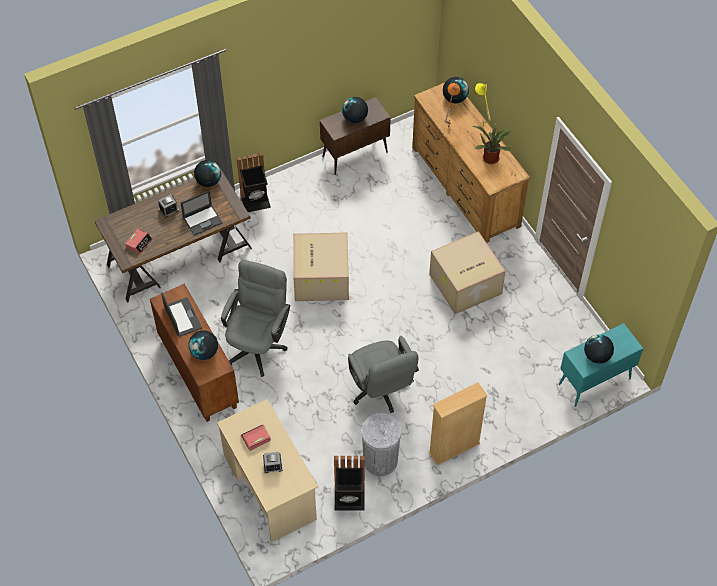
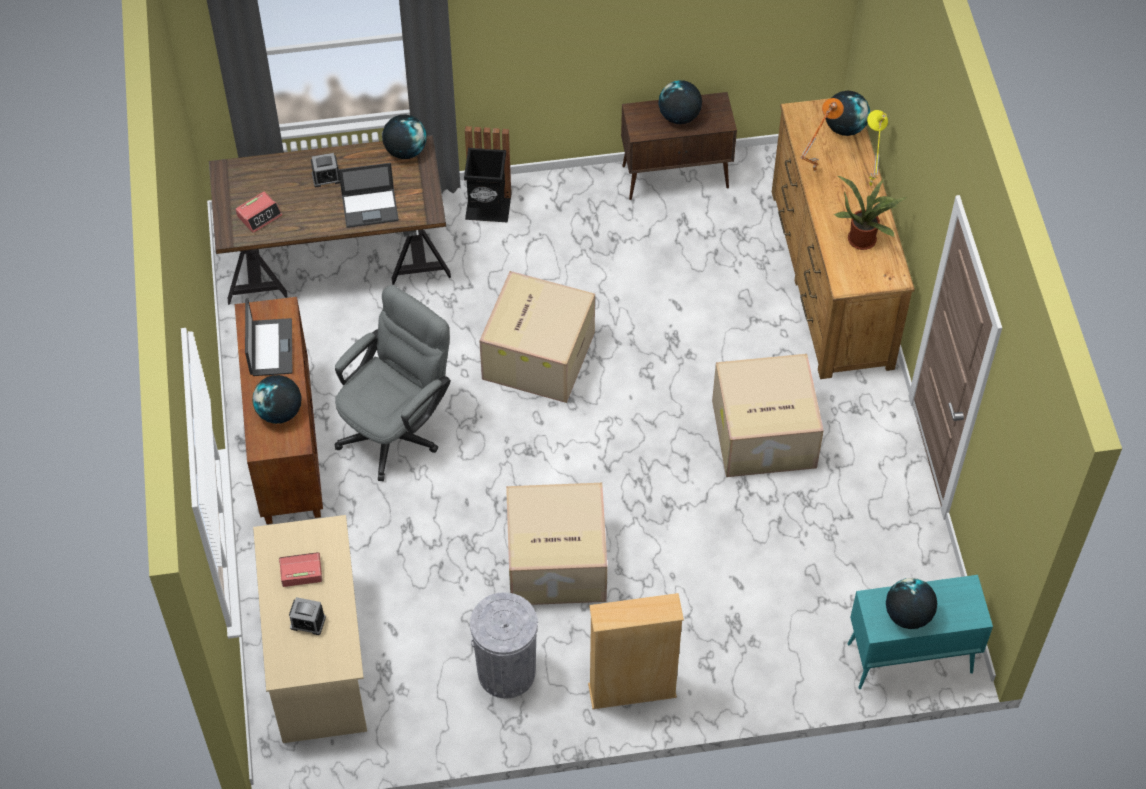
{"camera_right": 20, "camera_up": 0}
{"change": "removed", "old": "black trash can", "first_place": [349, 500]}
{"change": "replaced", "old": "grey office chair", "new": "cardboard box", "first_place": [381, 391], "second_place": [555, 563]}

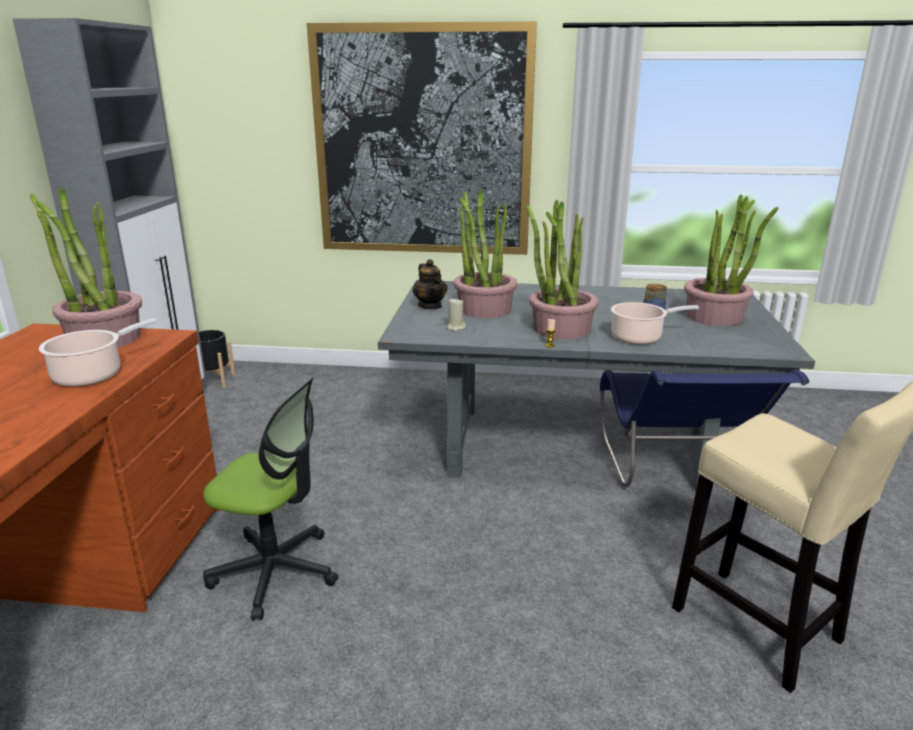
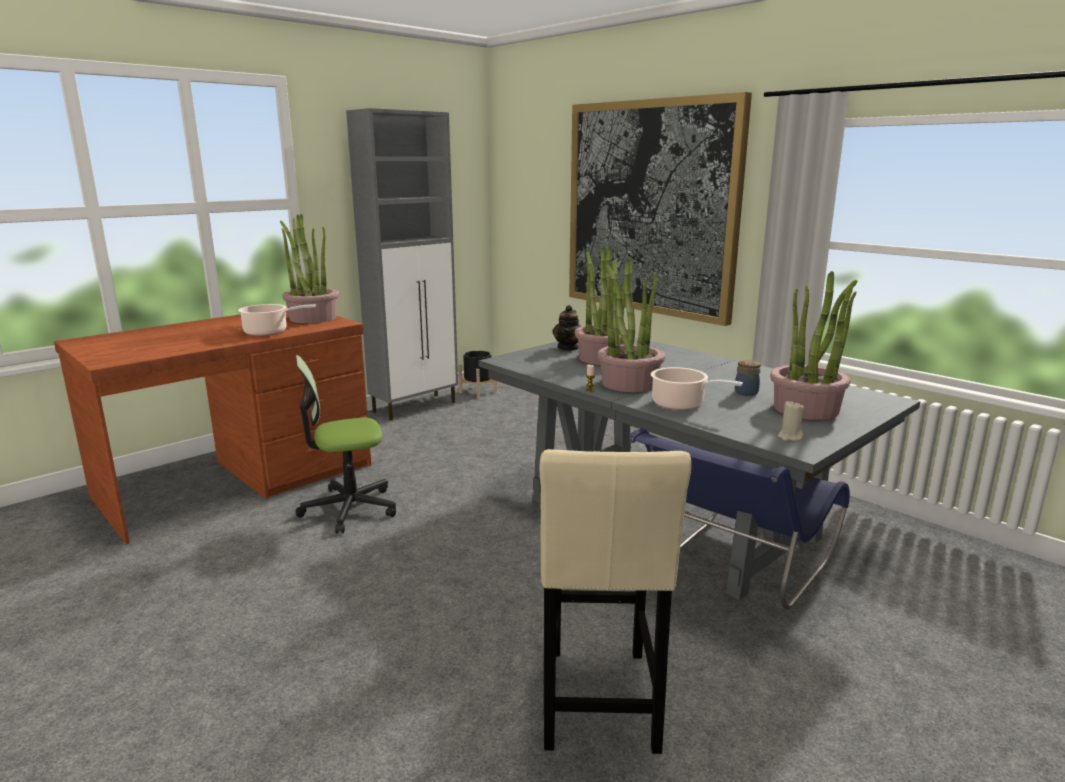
{"camera_right": 40, "camera_up": -5}
{"change": "moved", "old": "beige candle", "first_place": [456, 327], "second_place": [790, 437]}
{"change": "turned", "old": "office chair", "first_place": [275, 571], "second_place": [349, 508], "degrees": 105}

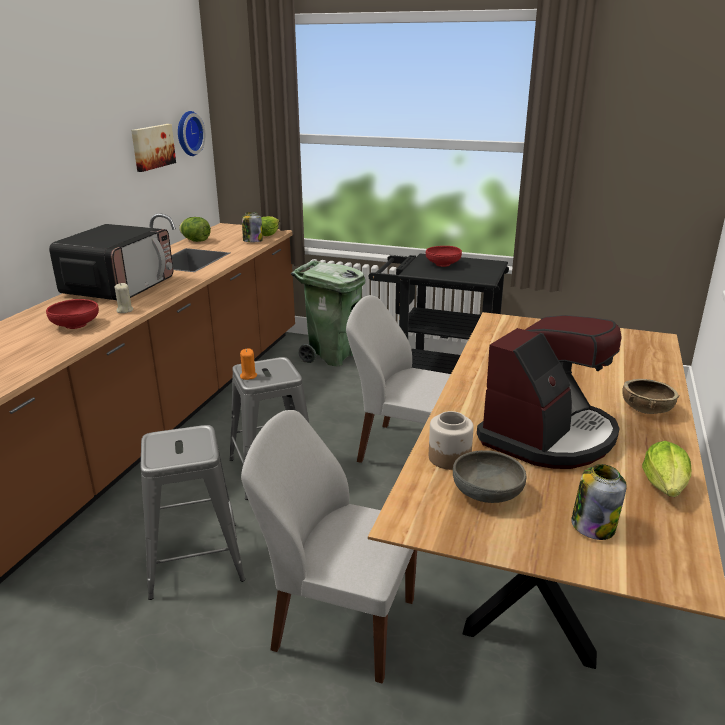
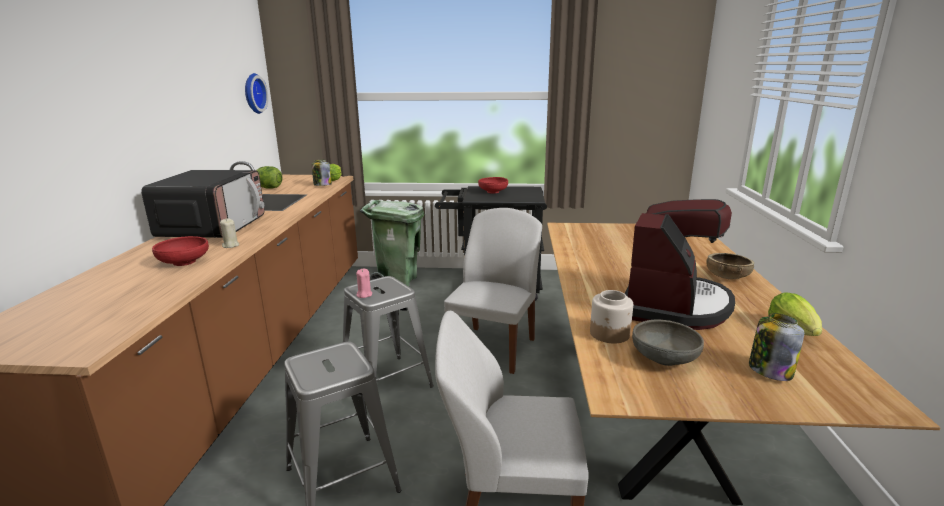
{"camera_right": -15, "camera_up": -5}
{"change": "removed", "old": "picture", "first_place": [152, 147]}
{"change": "recoloured", "old": "orange candle", "new": "pink candle", "first_place": [248, 376], "second_place": [364, 295]}
{"change": "turned", "old": "white chair", "first_place": [404, 450], "second_place": [494, 348], "degrees": 105}

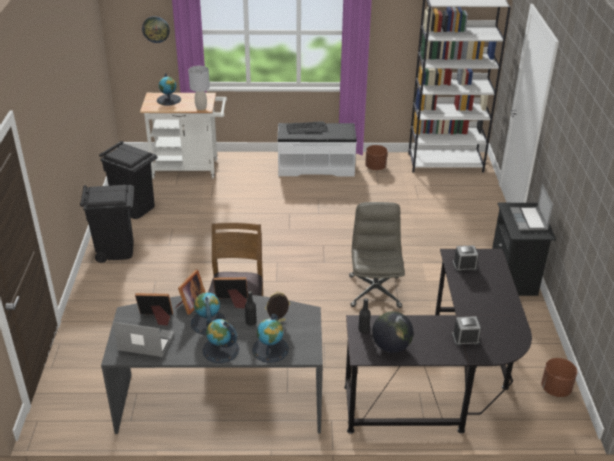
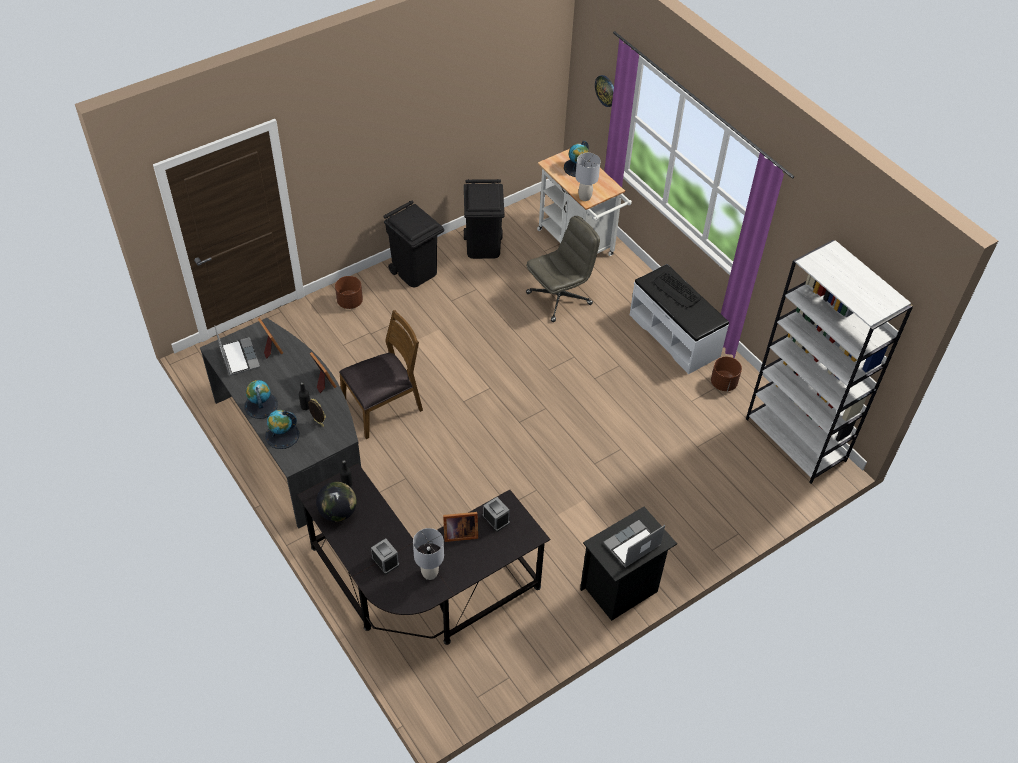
{"camera_right": 55, "camera_up": 15}
{"change": "removed", "old": "globe", "first_place": [208, 322]}
{"change": "added", "new": "grey table lamp", "second_place": [429, 574]}
{"change": "moved", "old": "picture frame", "first_place": [190, 304], "second_place": [459, 533]}
{"change": "moved", "old": "grey office chair", "first_place": [374, 291], "second_place": [559, 298]}
{"change": "moved", "old": "brown planter", "first_place": [555, 389], "second_place": [349, 302]}

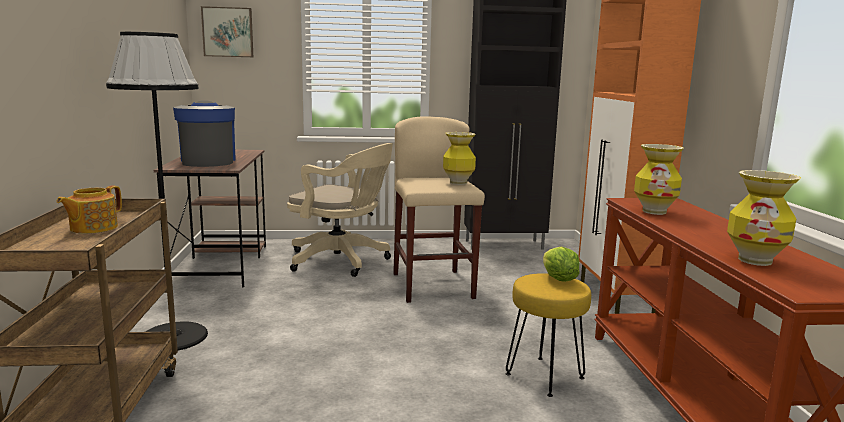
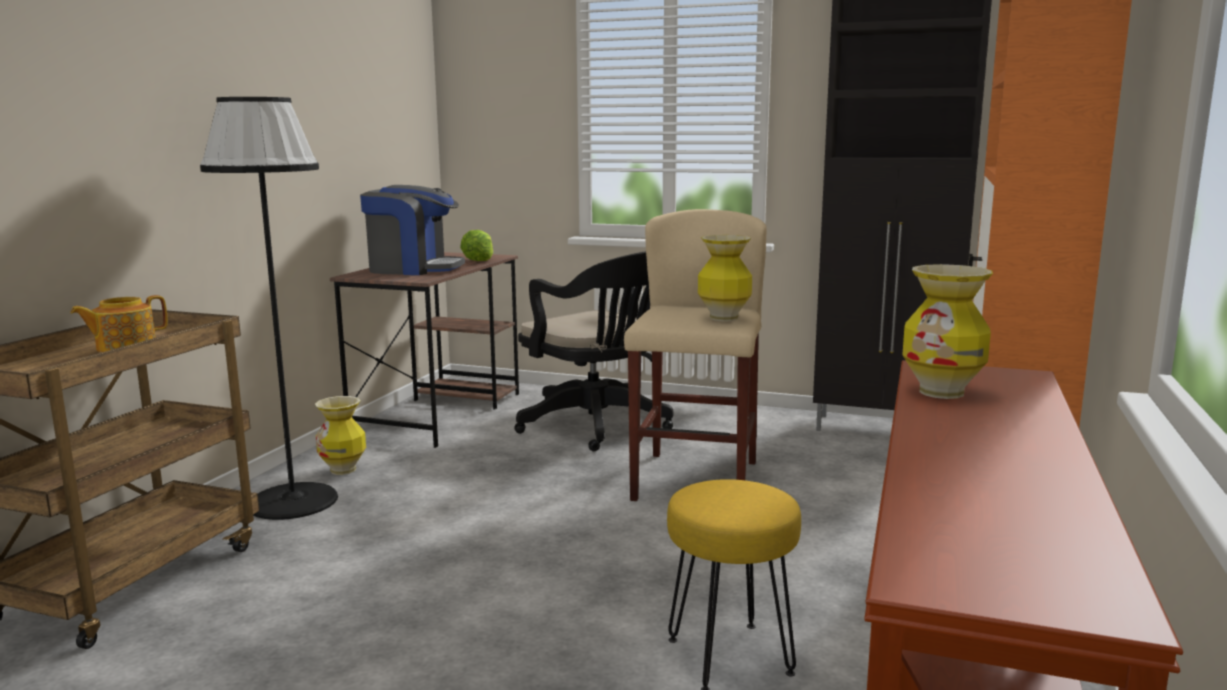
{"camera_right": 25, "camera_up": 0}
{"change": "removed", "old": "picture", "first_place": [228, 32]}
{"change": "moved", "old": "lettuce", "first_place": [558, 279], "second_place": [478, 261]}
{"change": "moved", "old": "vase", "first_place": [755, 260], "second_place": [343, 470]}
{"change": "recoloured", "old": "beige office chair", "new": "black office chair", "first_place": [342, 261], "second_place": [599, 426]}
{"change": "turned", "old": "coffee machine", "first_place": [208, 161], "second_place": [413, 269], "degrees": 90}

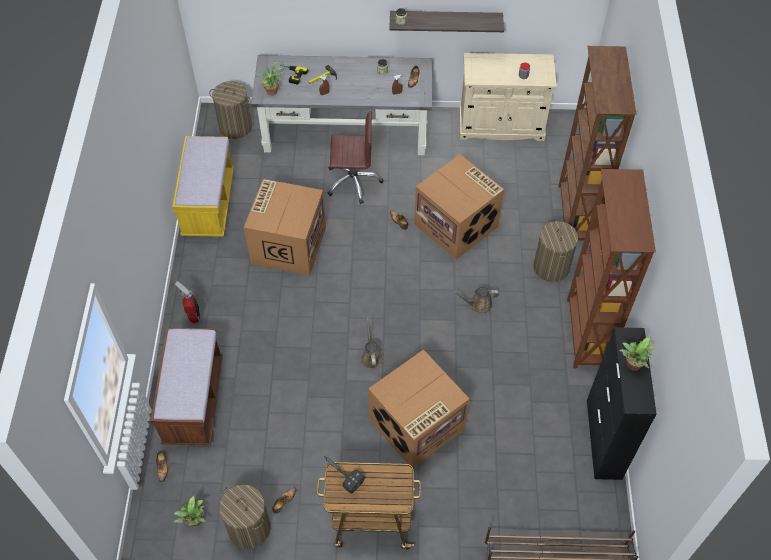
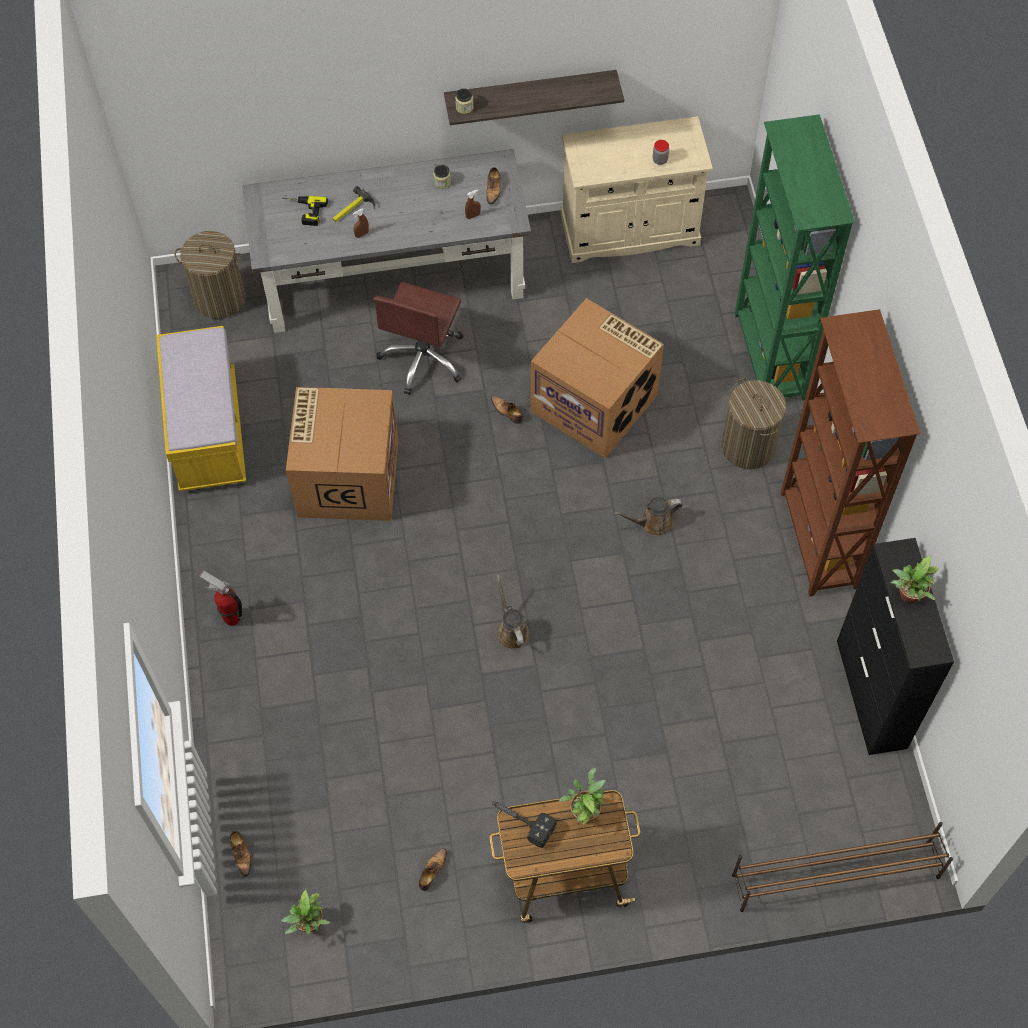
{"camera_right": -10, "camera_up": 5}
{"change": "removed", "old": "brown bench", "first_place": [193, 401]}
{"change": "removed", "old": "laundry basket", "first_place": [249, 528]}
{"change": "removed", "old": "cardboard box", "first_place": [416, 425]}
{"change": "moved", "old": "potted plant", "first_place": [272, 90], "second_place": [584, 810]}
{"change": "recoloured", "old": "brown bookcase", "new": "green bookcase", "first_place": [575, 215], "second_place": [768, 357]}
{"change": "turned", "old": "brown office chair", "first_place": [353, 181], "second_place": [423, 358], "degrees": 120}

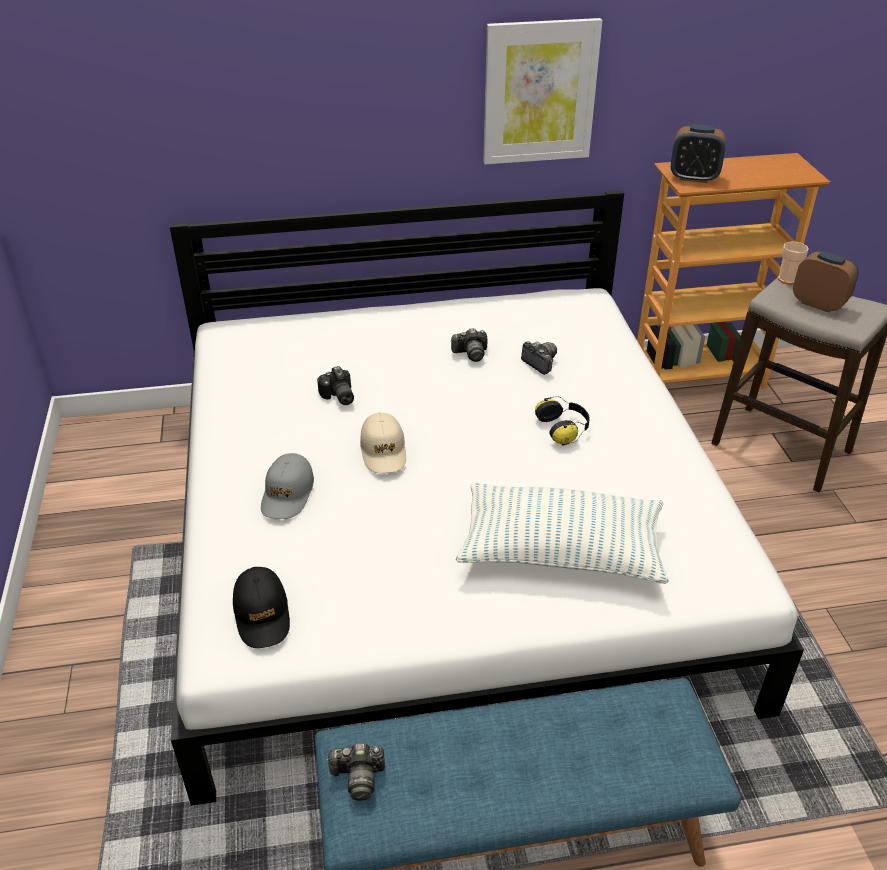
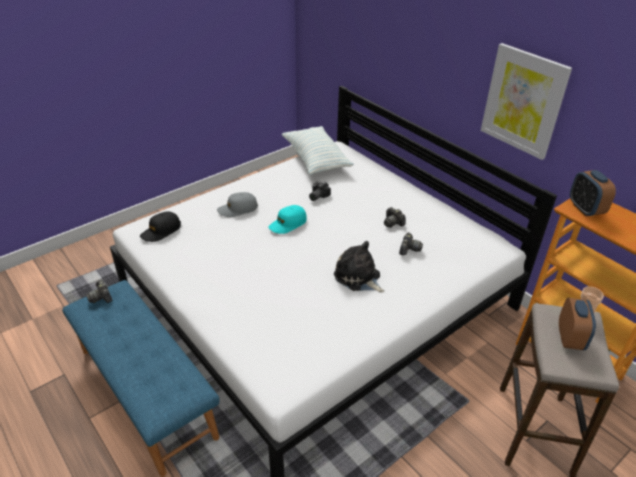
{"camera_right": 60, "camera_up": 0}
{"change": "moved", "old": "pillow", "first_place": [561, 551], "second_place": [316, 159]}
{"change": "replaced", "old": "headphones", "new": "plush toy", "first_place": [564, 429], "second_place": [358, 277]}
{"change": "recoloured", "old": "beige cap", "new": "turquoise cap", "first_place": [383, 451], "second_place": [288, 224]}

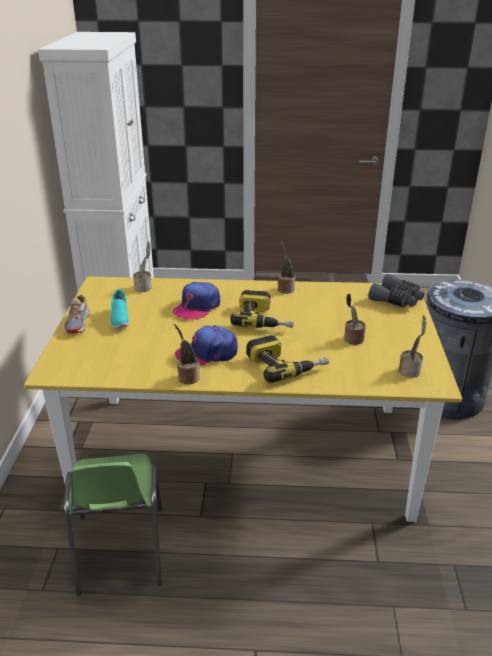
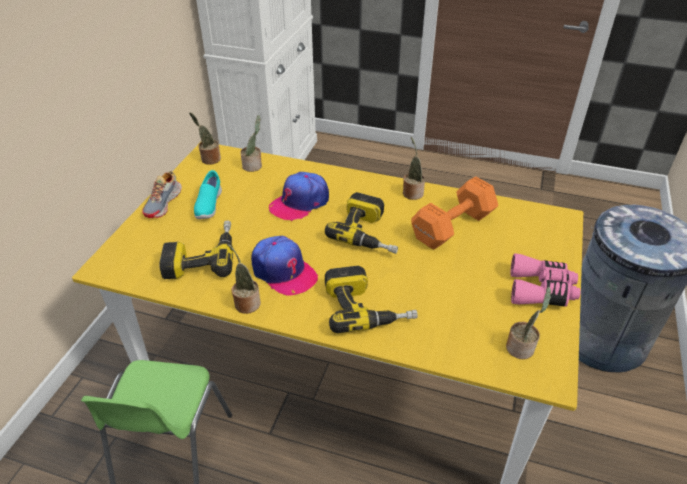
{"camera_right": 15, "camera_up": 10}
{"change": "removed", "old": "grey binoculars", "first_place": [397, 300]}
{"change": "added", "new": "power drill", "second_place": [201, 257]}
{"change": "added", "new": "orange dumbbell", "second_place": [451, 227]}
{"change": "added", "new": "pink binoculars", "second_place": [541, 290]}
{"change": "moved", "old": "potted plant", "first_place": [352, 339], "second_place": [209, 159]}
{"change": "turned", "old": "cap", "first_place": [207, 353], "second_place": [283, 271], "degrees": -135}

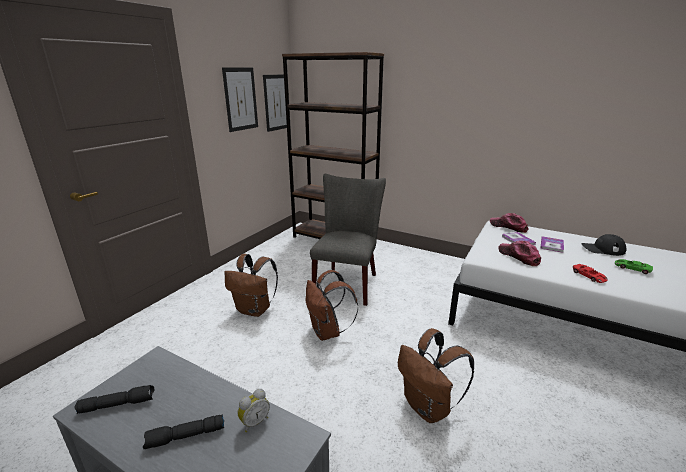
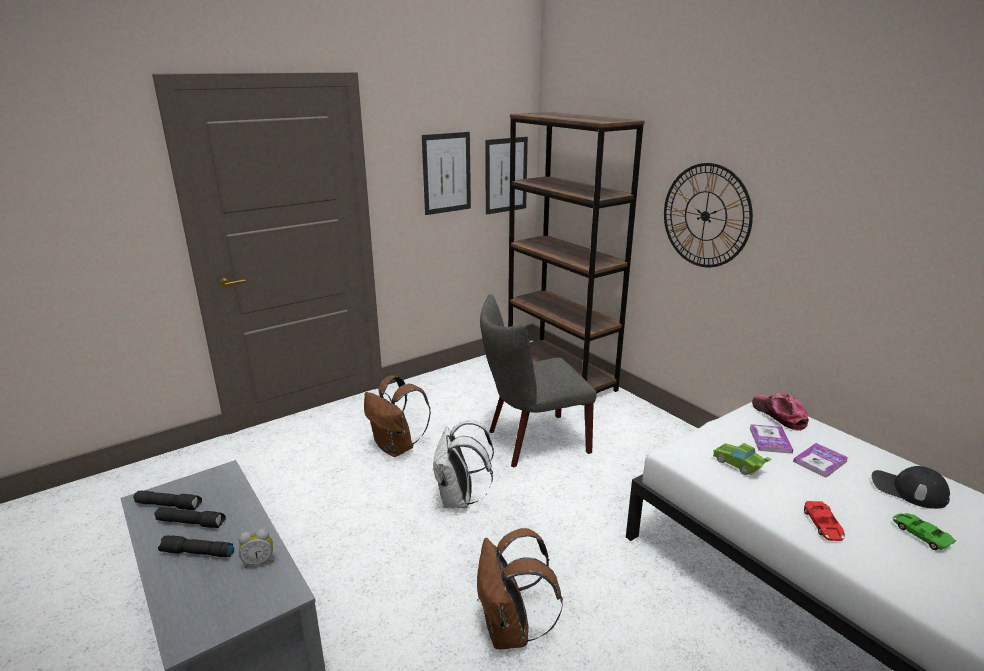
{"camera_right": 25, "camera_up": 0}
{"change": "added", "new": "black flashlight", "second_place": [192, 522]}
{"change": "added", "new": "wall clock", "second_place": [705, 216]}
{"change": "replaced", "old": "cap", "new": "green toy car", "first_place": [519, 256], "second_place": [739, 466]}
{"change": "recoloured", "old": "brown backpack", "new": "white backpack", "first_place": [327, 332], "second_place": [459, 499]}
{"change": "turned", "old": "grey chair", "first_place": [347, 283], "second_place": [531, 442], "degrees": -150}

